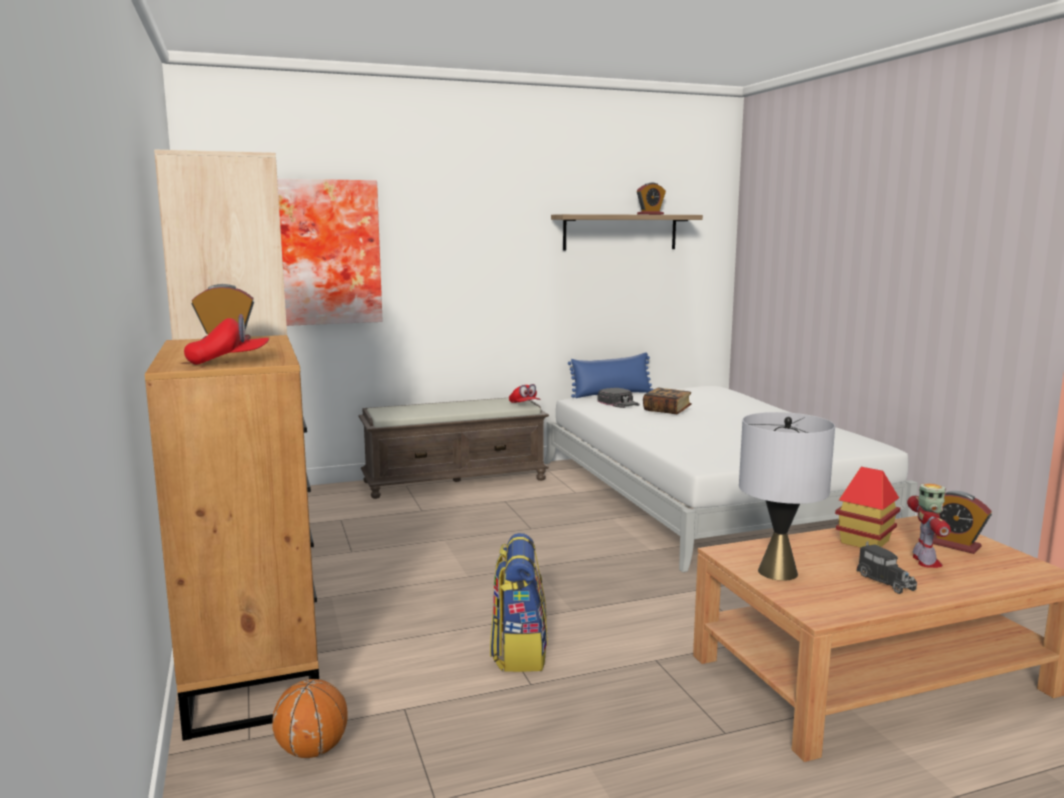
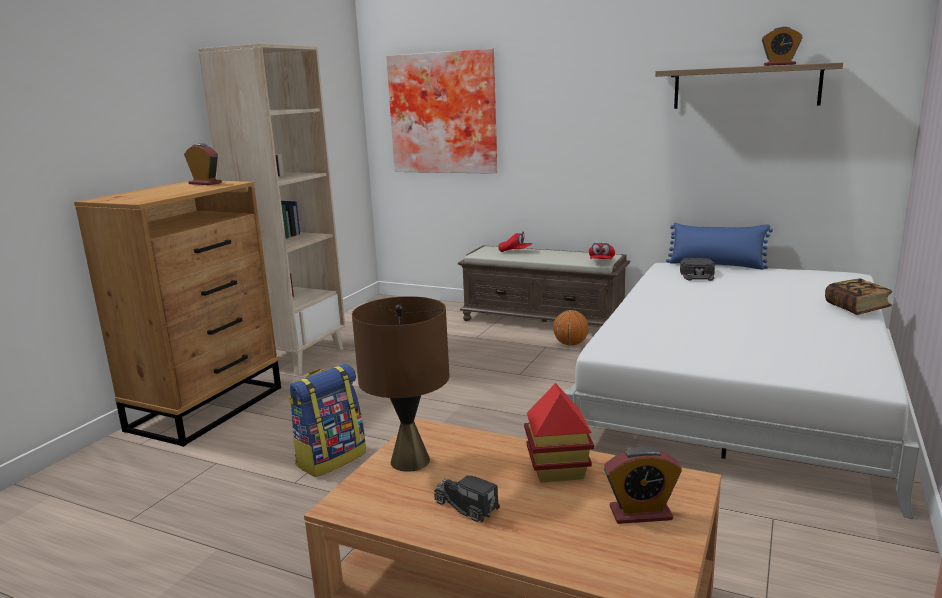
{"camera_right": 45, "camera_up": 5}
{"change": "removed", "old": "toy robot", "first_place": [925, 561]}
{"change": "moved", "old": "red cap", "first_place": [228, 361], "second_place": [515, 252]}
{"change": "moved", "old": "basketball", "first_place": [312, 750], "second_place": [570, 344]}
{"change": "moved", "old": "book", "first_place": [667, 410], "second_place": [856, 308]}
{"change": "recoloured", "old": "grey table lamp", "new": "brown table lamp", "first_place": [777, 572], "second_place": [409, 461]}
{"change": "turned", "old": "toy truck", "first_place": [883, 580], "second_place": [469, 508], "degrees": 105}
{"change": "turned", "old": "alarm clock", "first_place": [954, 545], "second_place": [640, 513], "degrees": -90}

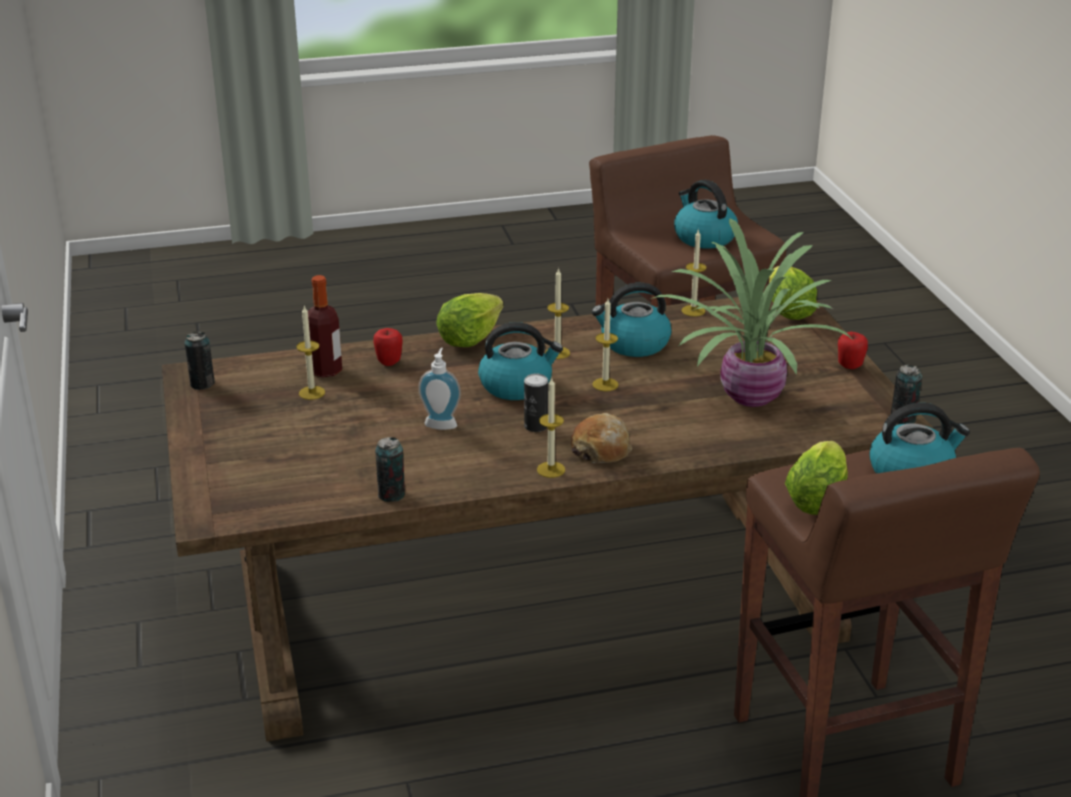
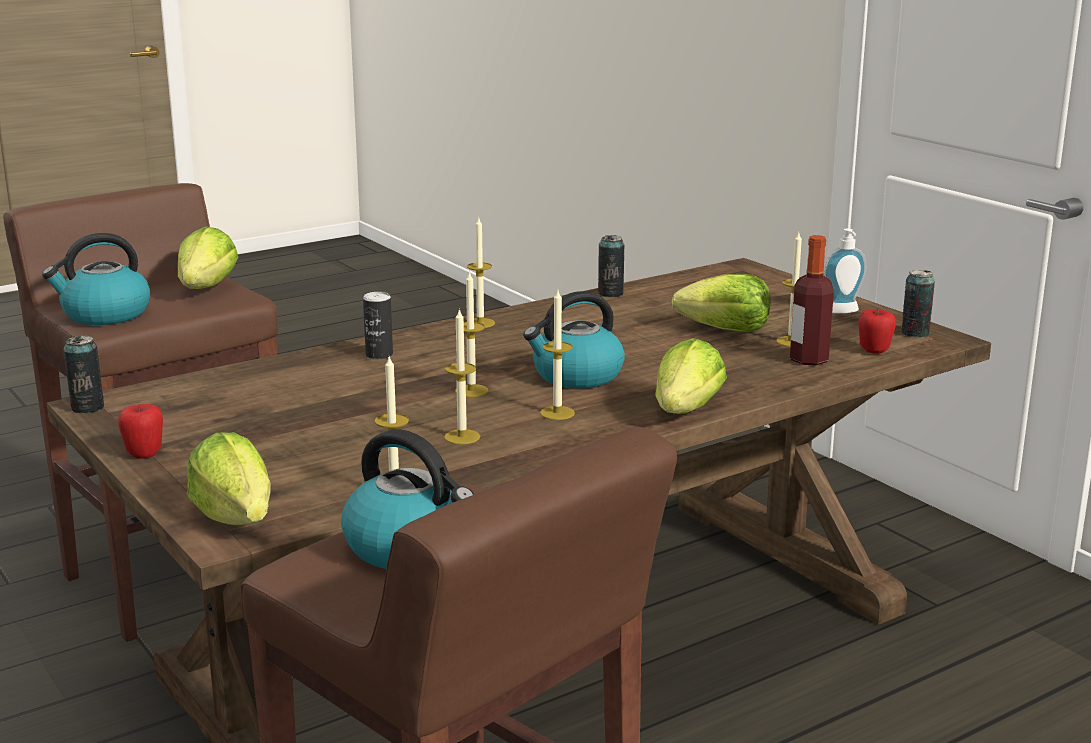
{"camera_right": 160, "camera_up": -10}
{"change": "removed", "old": "bread", "first_place": [601, 449]}
{"change": "removed", "old": "potted plant", "first_place": [749, 395]}
{"change": "added", "new": "lettuce", "second_place": [726, 331]}
{"change": "moved", "old": "apple", "first_place": [389, 362], "second_place": [874, 351]}
{"change": "moved", "old": "soap dispenser", "first_place": [441, 423], "second_place": [843, 312]}
{"change": "moved", "old": "can", "first_place": [536, 426], "second_place": [379, 355]}
{"change": "replaced", "old": "kettle", "new": "candle", "first_place": [634, 344], "second_place": [462, 437]}

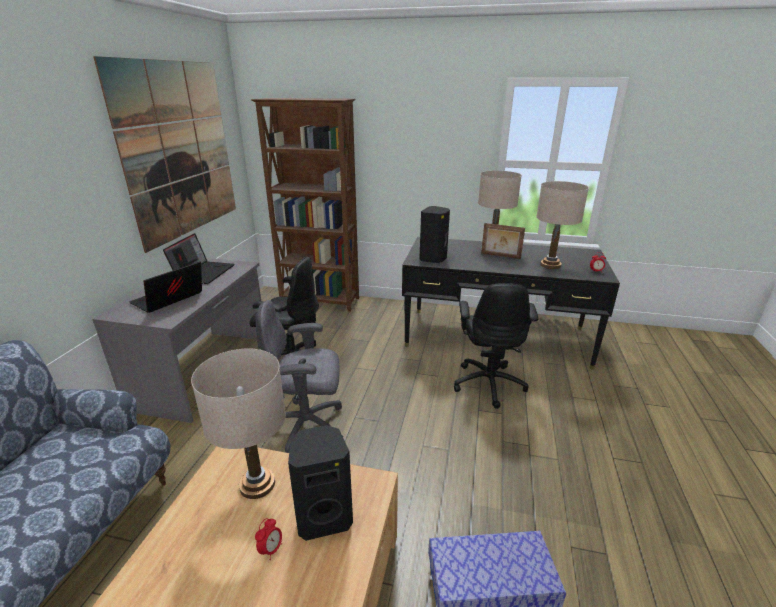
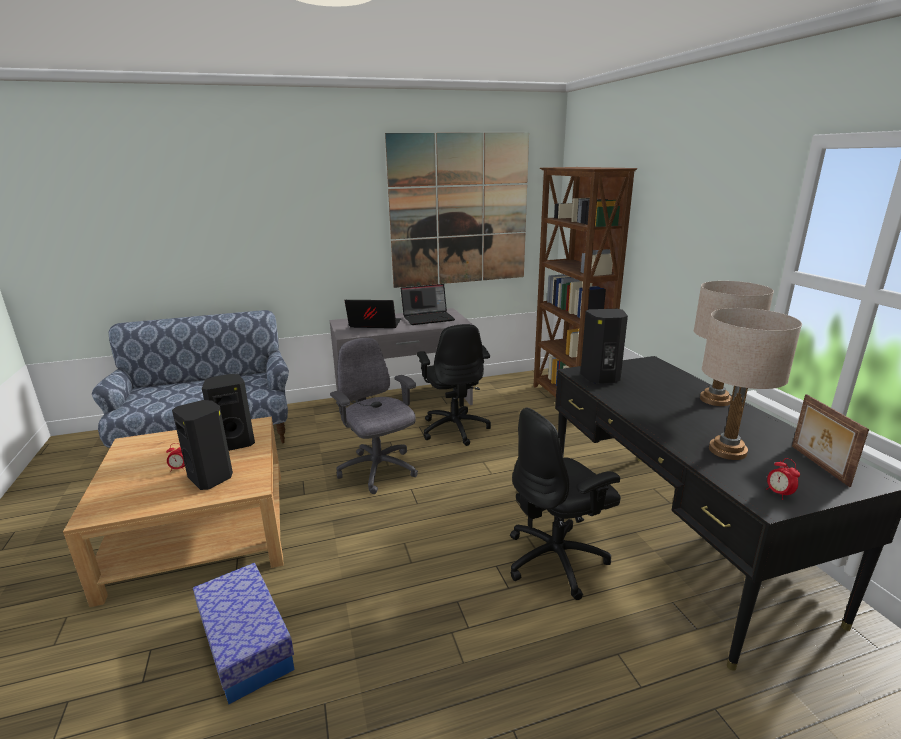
{"camera_right": 60, "camera_up": -5}
{"change": "moved", "old": "picture frame", "first_place": [500, 256], "second_place": [818, 465]}
{"change": "replaced", "old": "beige table lamp", "new": "black speaker", "first_place": [257, 484], "second_place": [234, 443]}

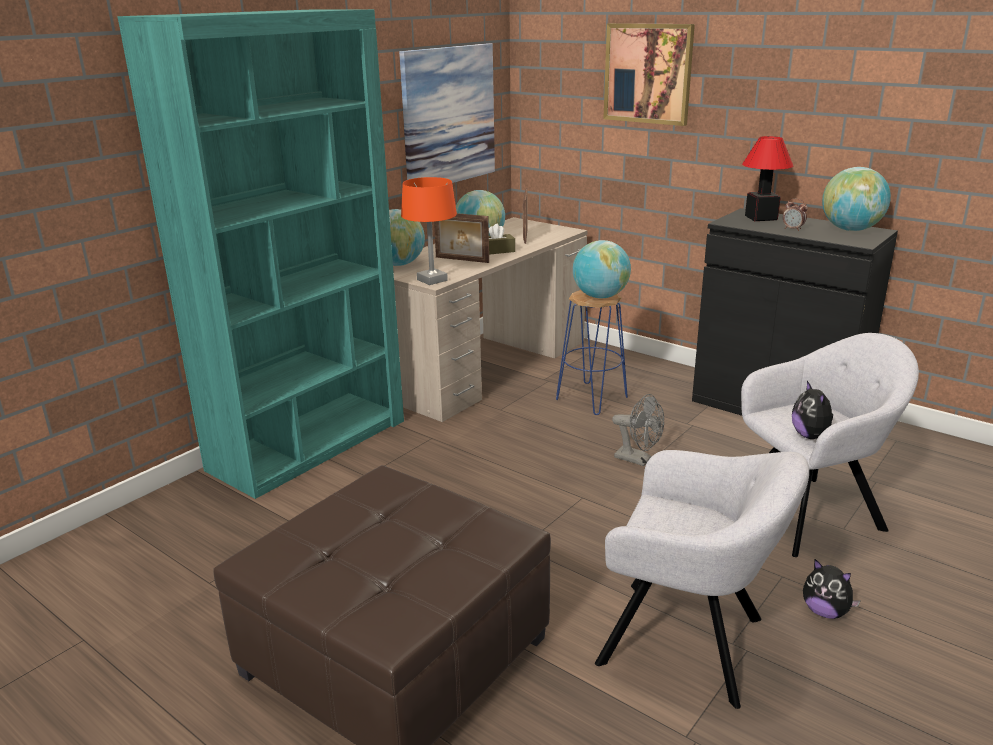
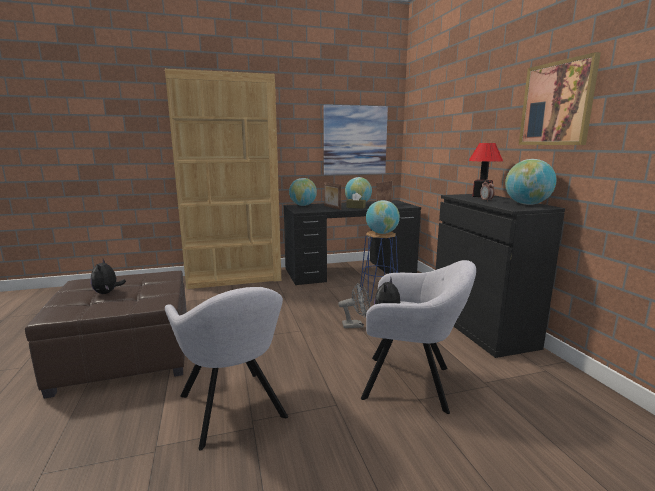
{"camera_right": 35, "camera_up": -10}
{"change": "removed", "old": "orange table lamp", "first_place": [432, 280]}
{"change": "moved", "old": "picture", "first_place": [648, 73], "second_place": [557, 104]}
{"change": "moved", "old": "plush toy", "first_place": [825, 612], "second_place": [107, 293]}
{"change": "recoloured", "old": "turquoise bookcase", "new": "brown bookcase", "first_place": [309, 444], "second_place": [234, 278]}
{"change": "recoloured", "old": "beige desk", "new": "black desk", "first_place": [484, 366], "second_place": [350, 270]}
{"change": "turned", "old": "grey fan", "first_place": [638, 459], "second_place": [356, 325], "degrees": -75}

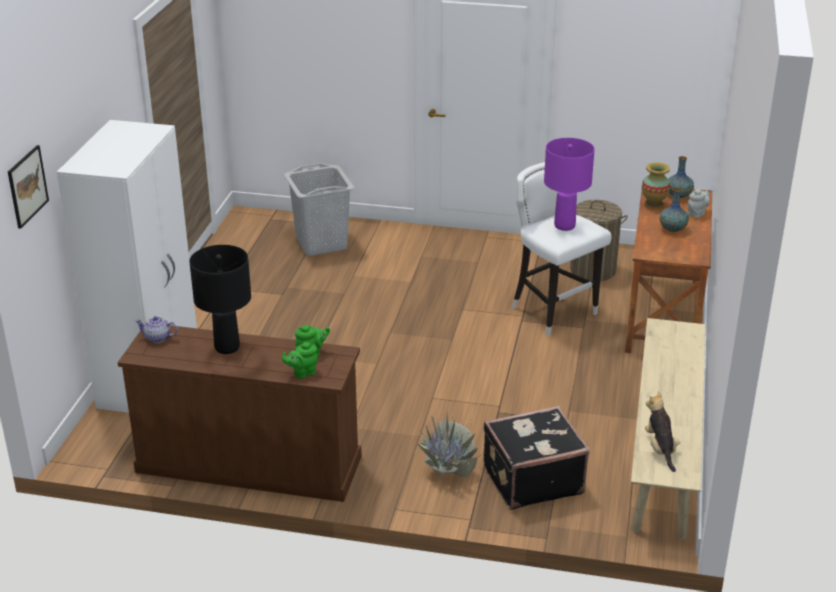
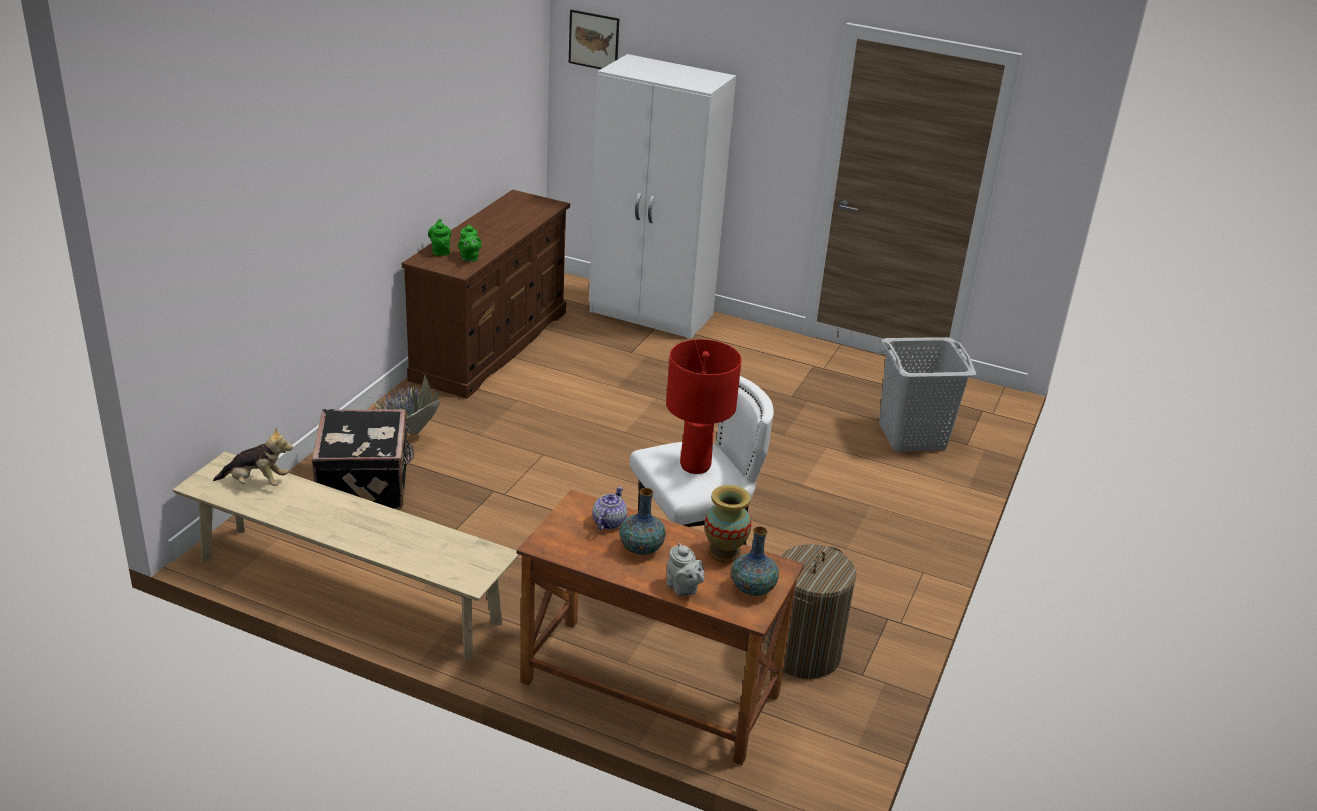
{"camera_right": 100, "camera_up": 0}
{"change": "removed", "old": "black table lamp", "first_place": [227, 347]}
{"change": "moved", "old": "teapot", "first_place": [158, 338], "second_place": [608, 522]}
{"change": "recoloured", "old": "purple table lamp", "new": "red table lamp", "first_place": [564, 226], "second_place": [694, 465]}

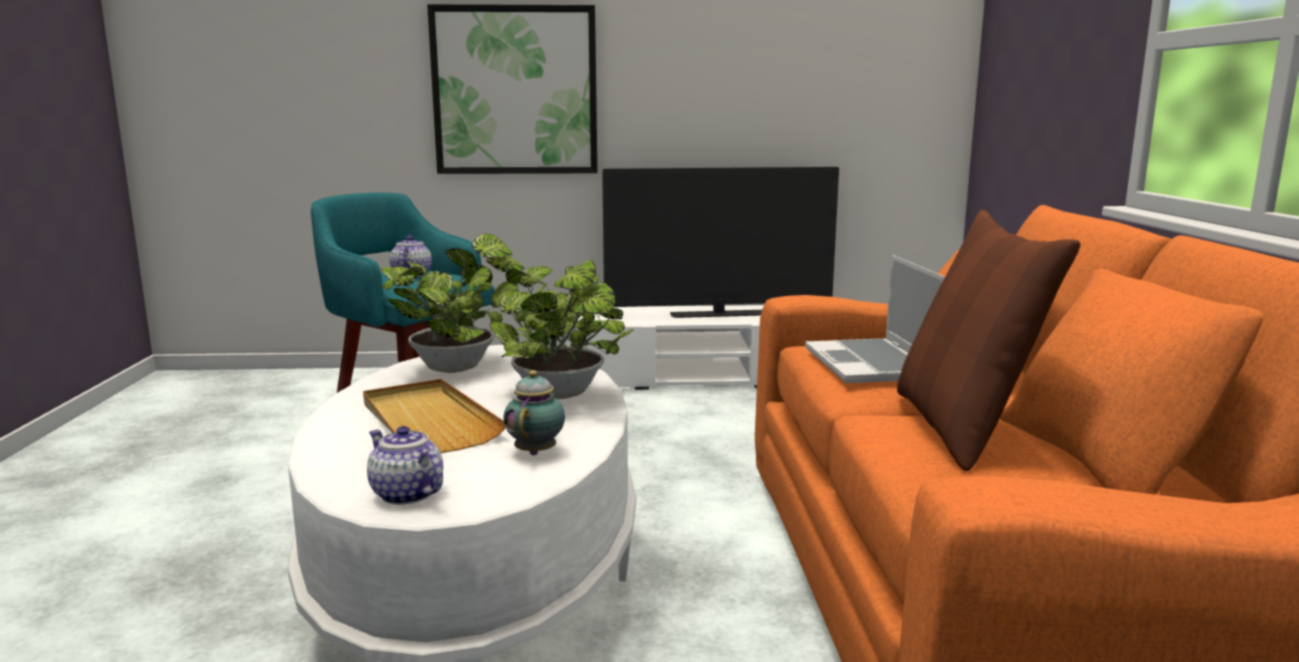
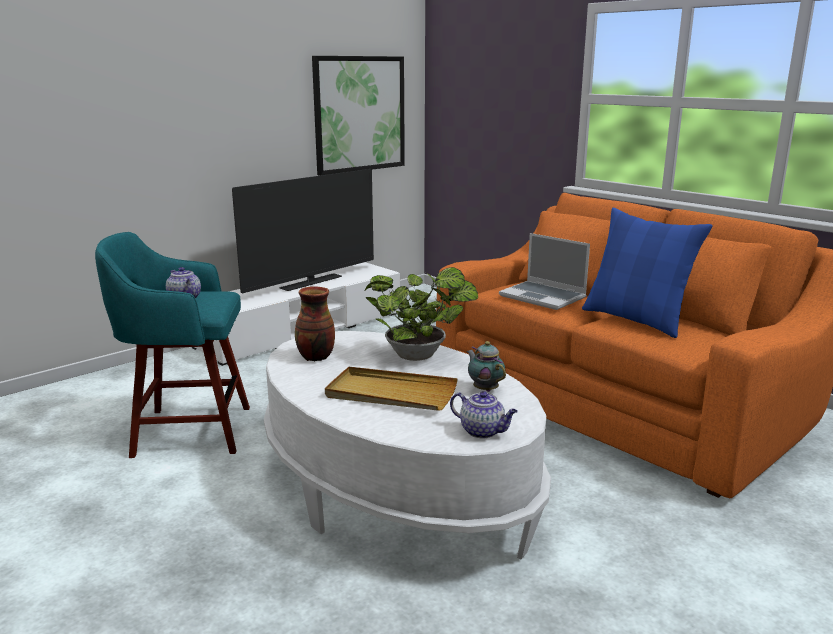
{"camera_right": -40, "camera_up": 5}
{"change": "moved", "old": "picture", "first_place": [515, 91], "second_place": [359, 114]}
{"change": "replaced", "old": "potted plant", "new": "vase", "first_place": [459, 366], "second_place": [315, 357]}
{"change": "recoloured", "old": "brown pillow", "new": "blue pillow", "first_place": [961, 428], "second_place": [636, 319]}
{"change": "turned", "old": "teapot", "first_place": [405, 494], "second_place": [483, 431], "degrees": -150}

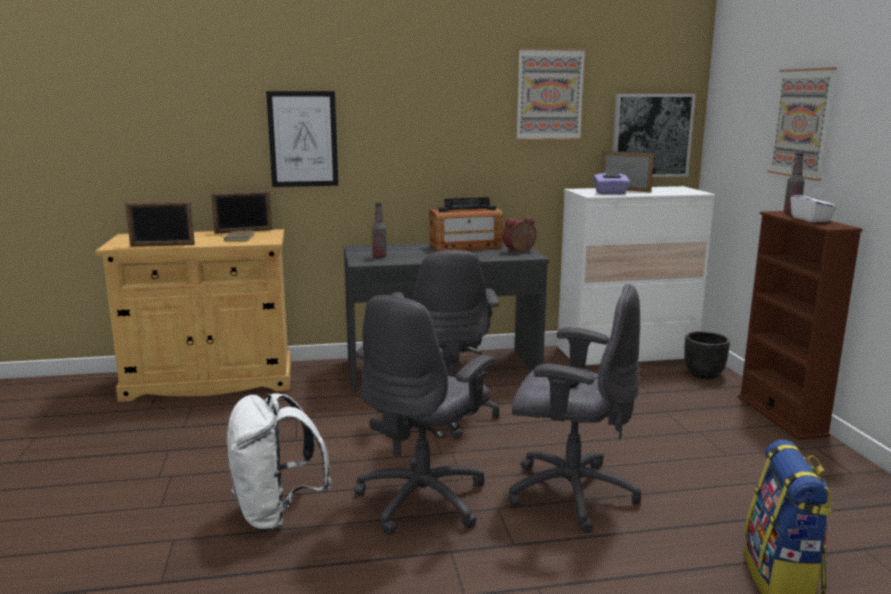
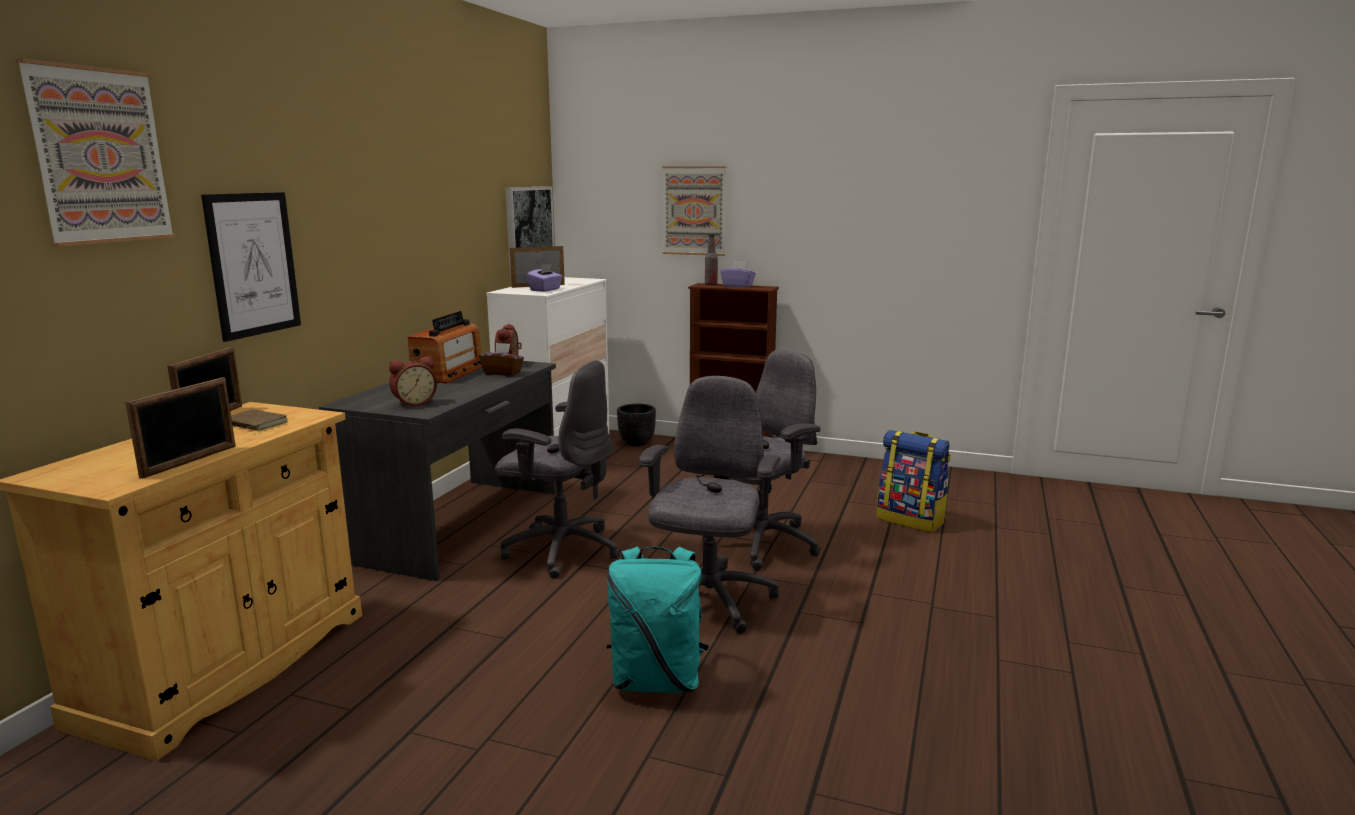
{"camera_right": -60, "camera_up": 0}
{"change": "added", "new": "brown tissue box", "second_place": [502, 373]}
{"change": "moved", "old": "picture", "first_place": [549, 95], "second_place": [99, 156]}
{"change": "replaced", "old": "bottle", "new": "alarm clock", "first_place": [379, 256], "second_place": [414, 403]}
{"change": "recoloured", "old": "white backpack", "new": "turquoise backpack", "first_place": [276, 513], "second_place": [657, 681]}
{"change": "recoloured", "old": "white tissue box", "new": "purple tissue box", "first_place": [811, 219], "second_place": [738, 286]}
{"change": "turned", "old": "grey office chair", "first_place": [424, 499], "second_place": [708, 601], "degrees": -135}

